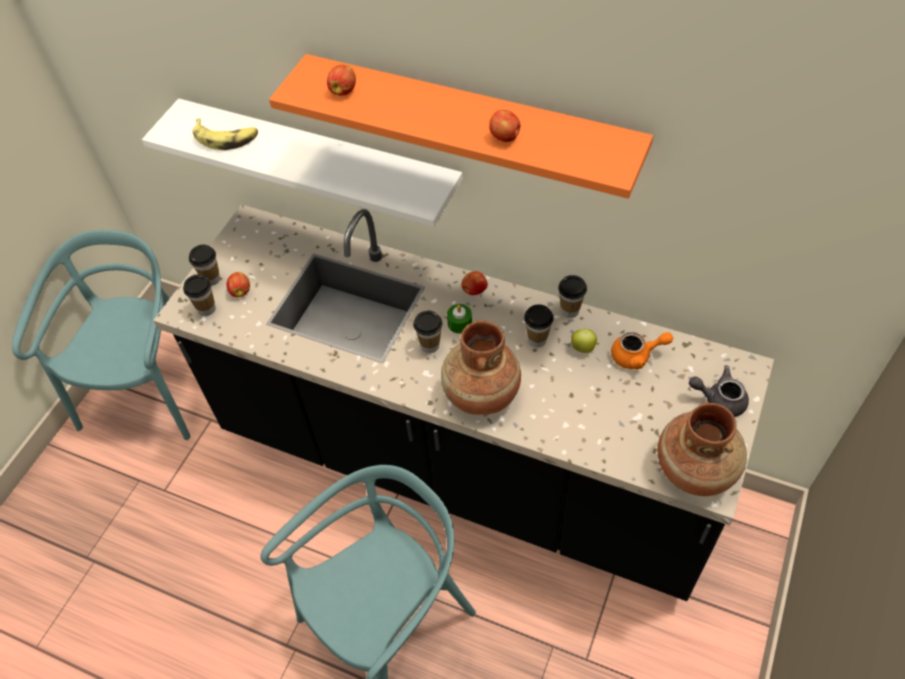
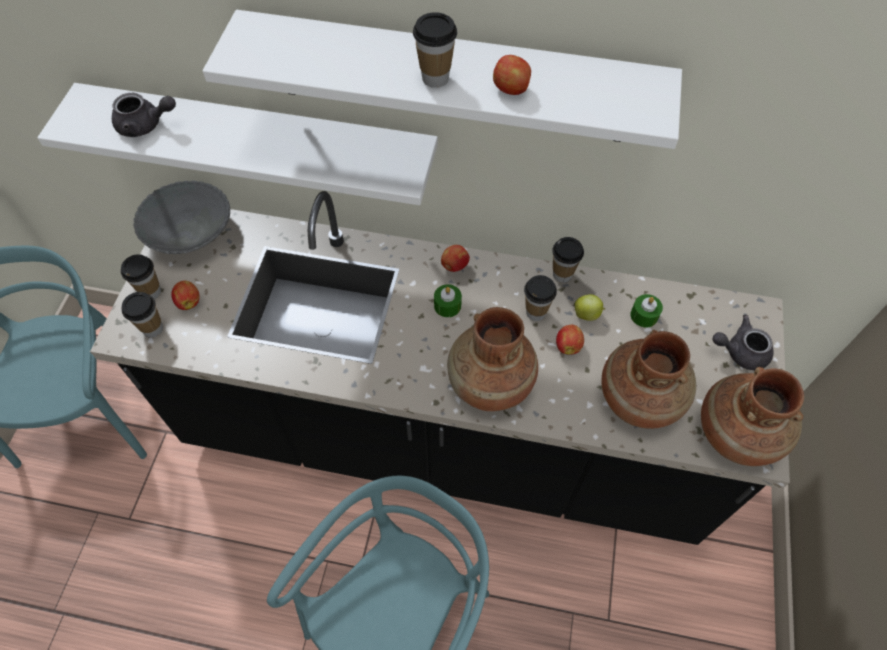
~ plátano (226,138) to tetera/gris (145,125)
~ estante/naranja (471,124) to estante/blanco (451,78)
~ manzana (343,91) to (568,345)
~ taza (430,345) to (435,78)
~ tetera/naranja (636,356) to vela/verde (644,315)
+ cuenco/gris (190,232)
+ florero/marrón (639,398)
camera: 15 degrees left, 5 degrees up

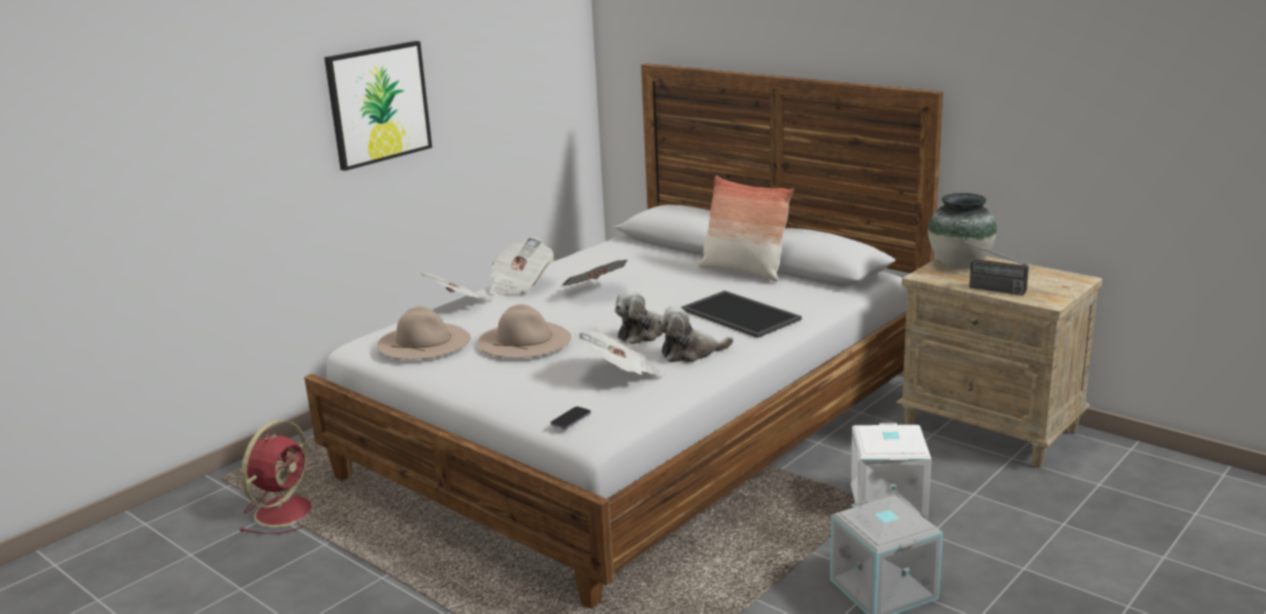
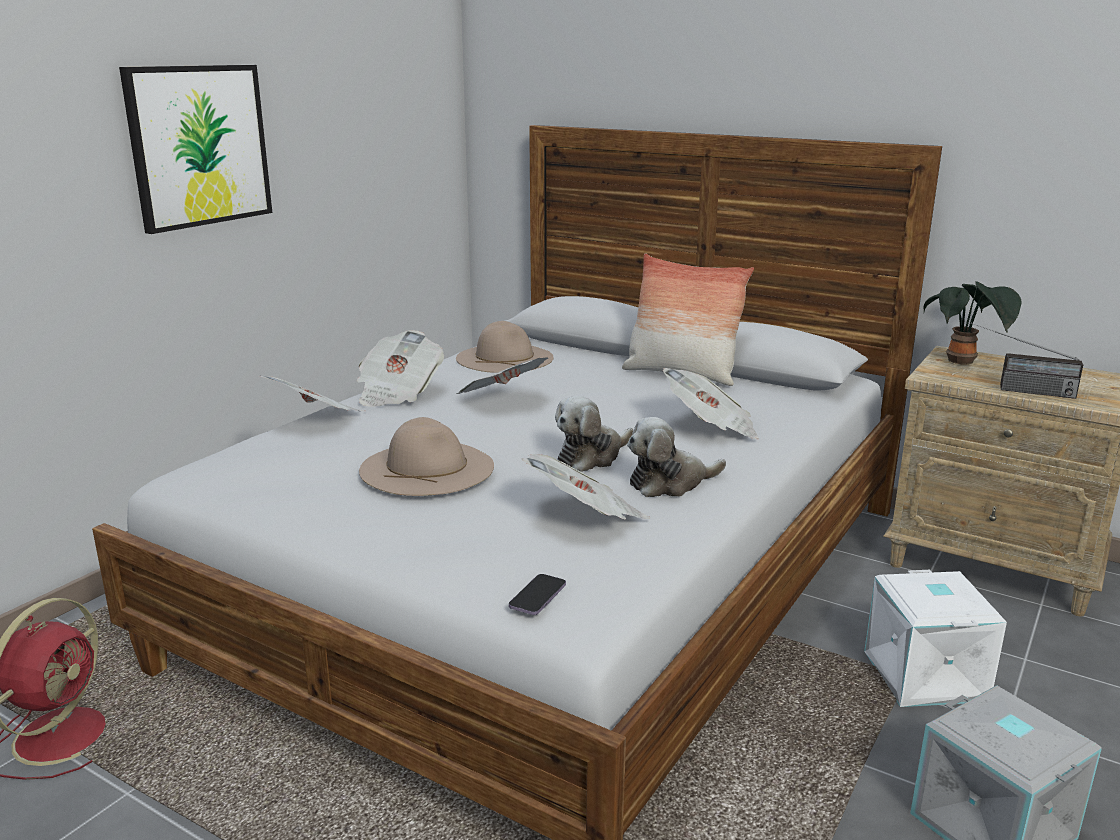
~ sombrero/beis (423,341) to (504,358)
~ bandeja (742,314) to periódico (711,428)
~ florero (959,264) to planta en maceta (963,363)
camera: 10 degrees left, 0 degrees up

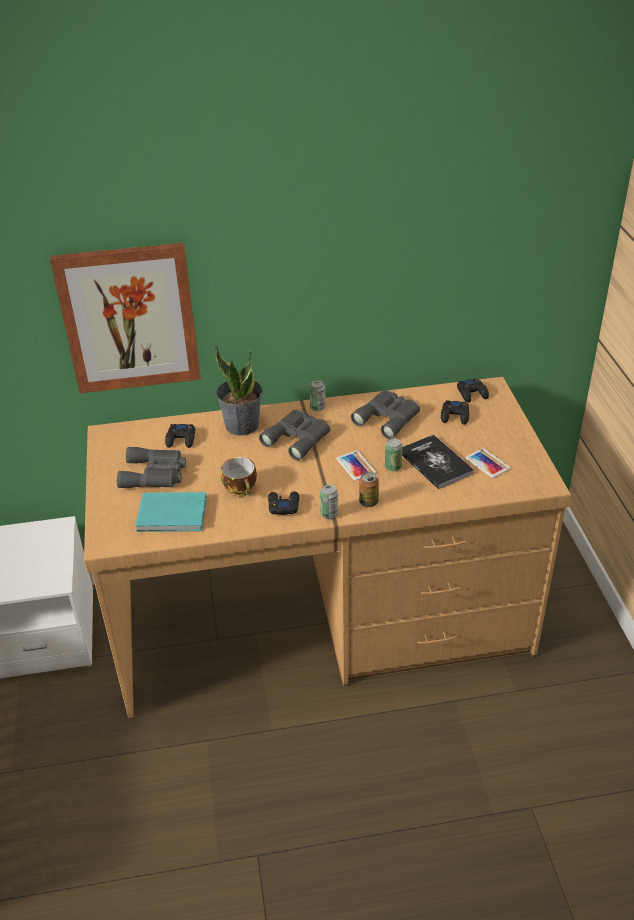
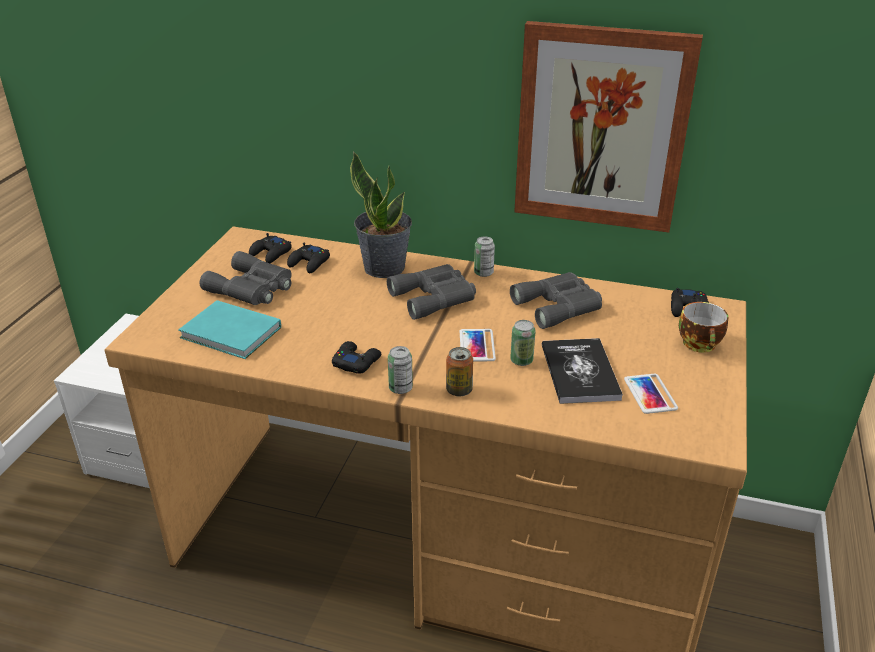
~ cuadro (129,318) to (601,128)
~ taza (241,489) to (701,345)
~ mando de consola/negro (455,416) to (271,254)
camera: 25 degrees right, 5 degrees down

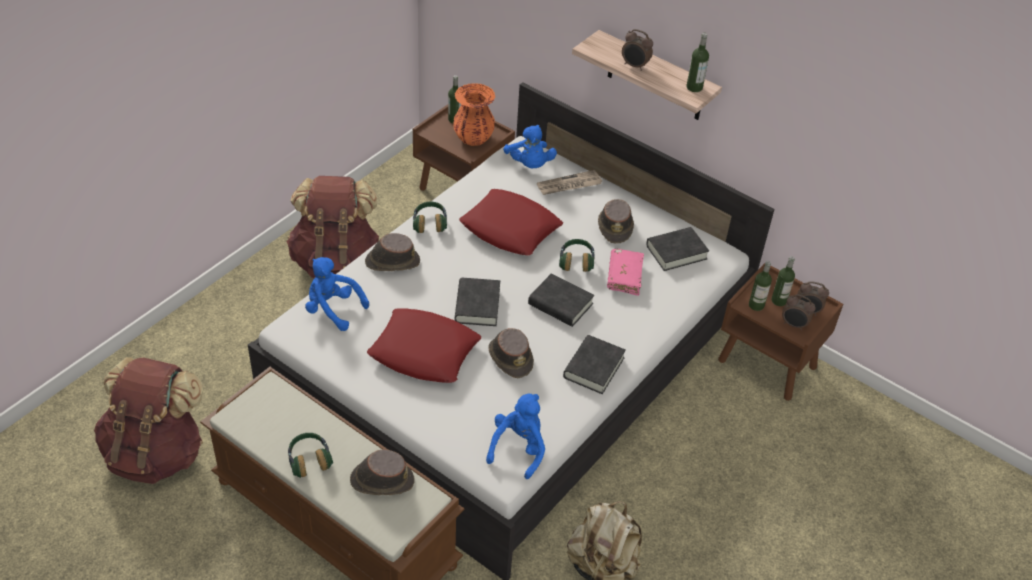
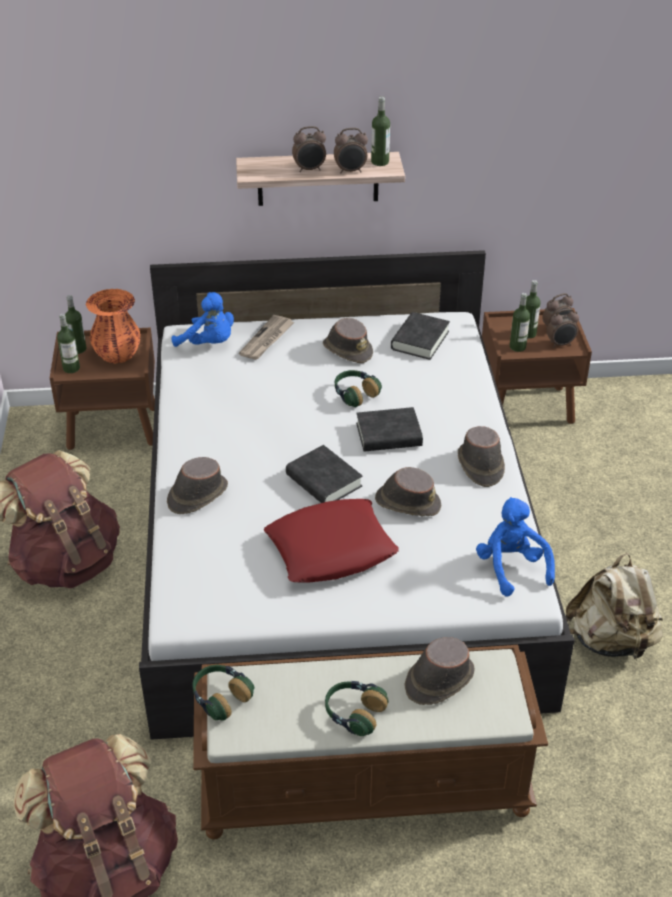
- peluche/azul (333,309)
~ auriculares (430,223) to (220,698)
- cojín/rojo (510,229)
~ libro/negro (593,368) to sombrero/marrón (480,466)
- libro/rosa (624,276)
+ botella (71,368)
+ despertador (350,171)
camera: 40 degrees left, 5 degrees down

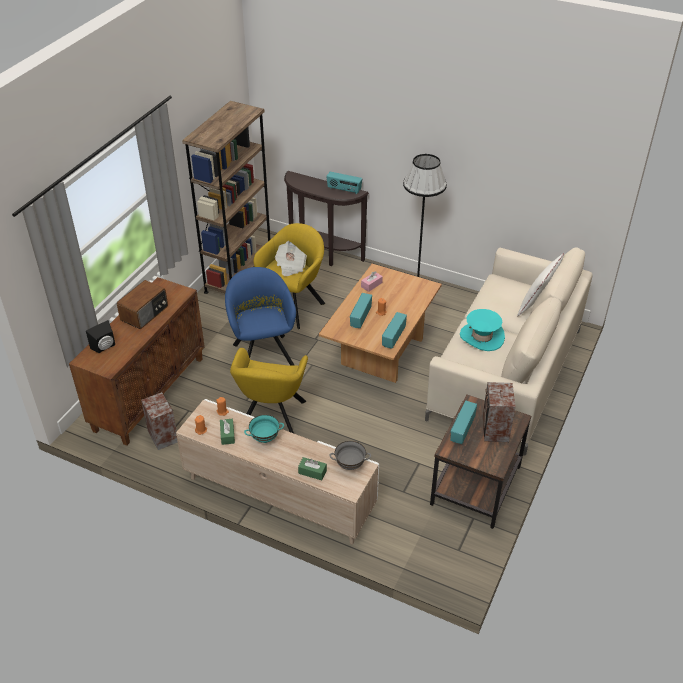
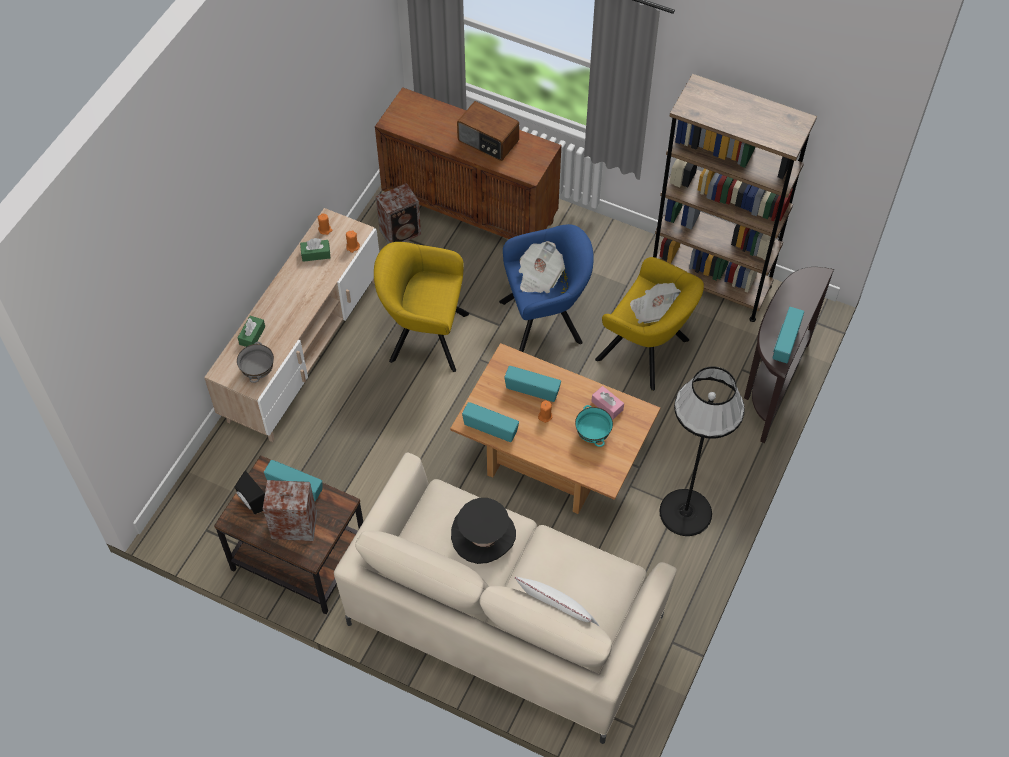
~ altavoz/negro (105,347) to (251,503)
~ cuenco/turquesa (265,438) to (593,435)
~ sombrero/turquesa (481,337) to sombrero/negro (483,535)
+ periódico (539,276)
camera: 90 degrees right, 15 degrees up

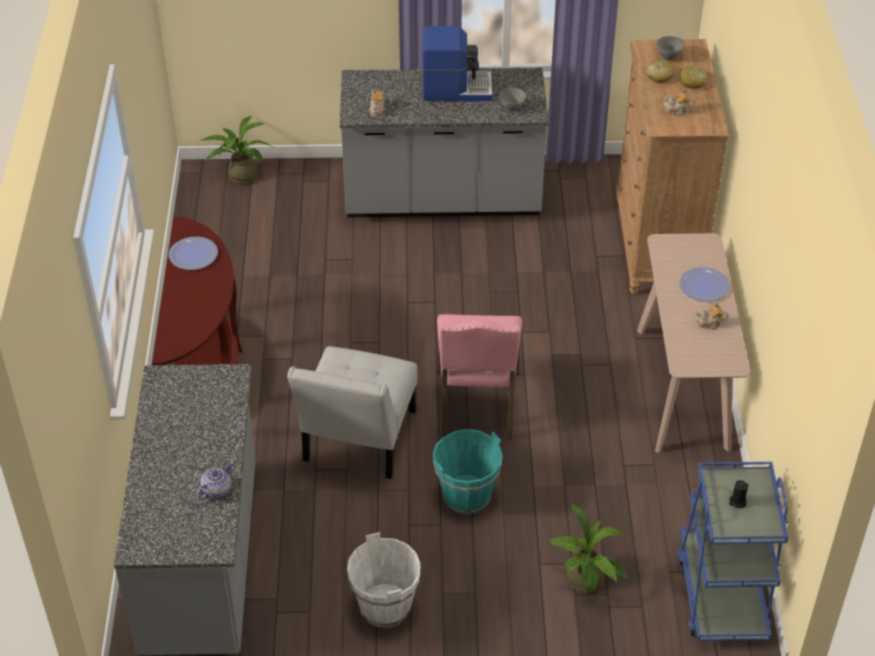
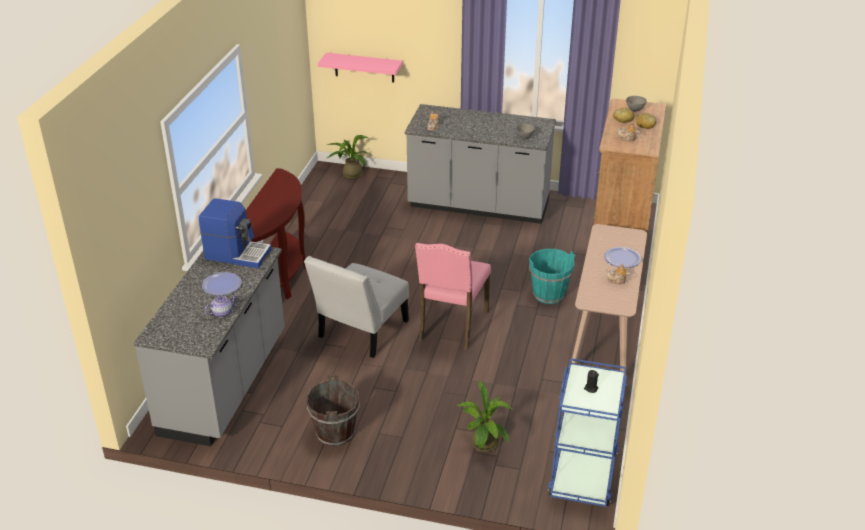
~ plato (193,254) to (221,285)
~ cubo/blanco (385,606) to cubo/marrón (335,433)
~ cafetera (456,88) to (237,254)
~ cubo/turquesa (466,495) to (549,294)
+ estante/rosa (364,67)
camera: 15 degrees right, 10 degrees down

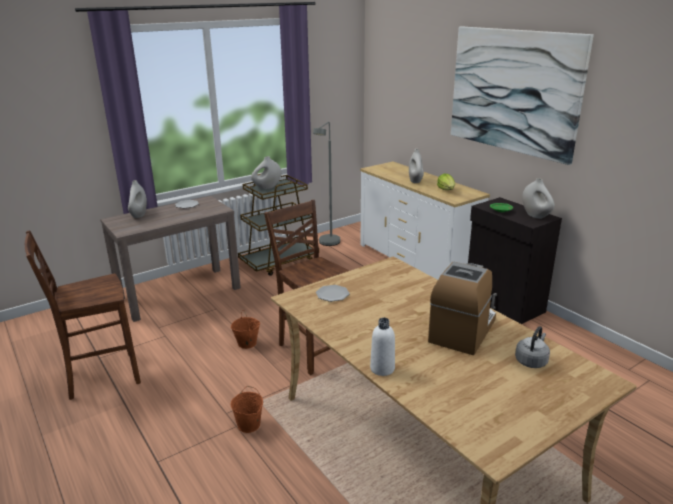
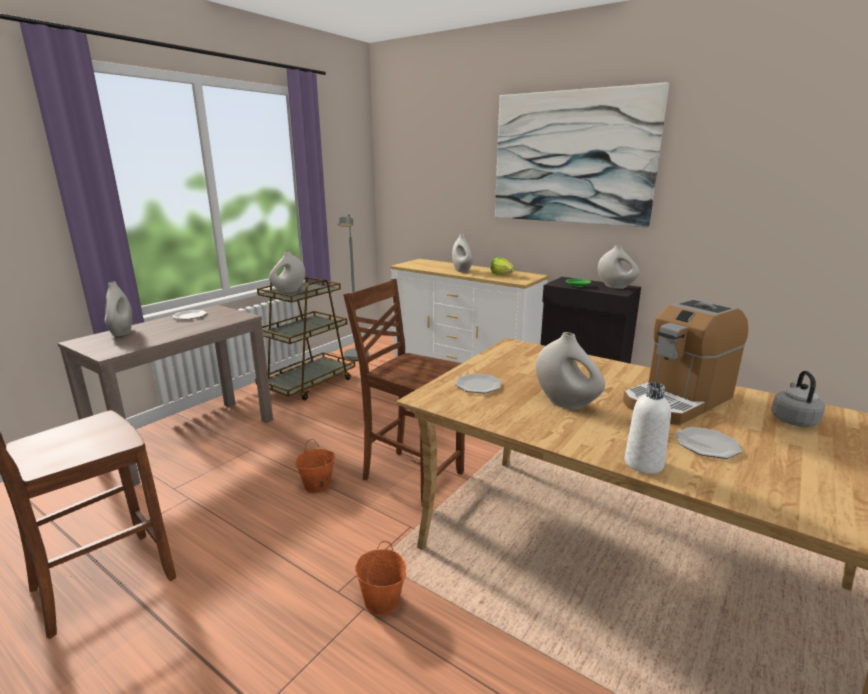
~ cafetera (462,330) = (677,400) 135 degrees counterclockwise
+ florero/blanco (566,403)
+ plato (706,444)
camera: 20 degrees left, 5 degrees down

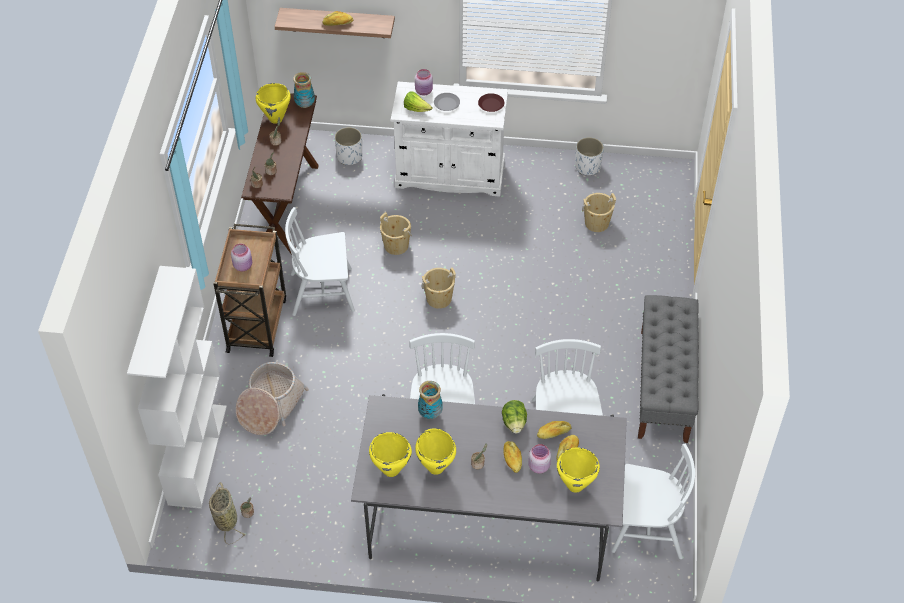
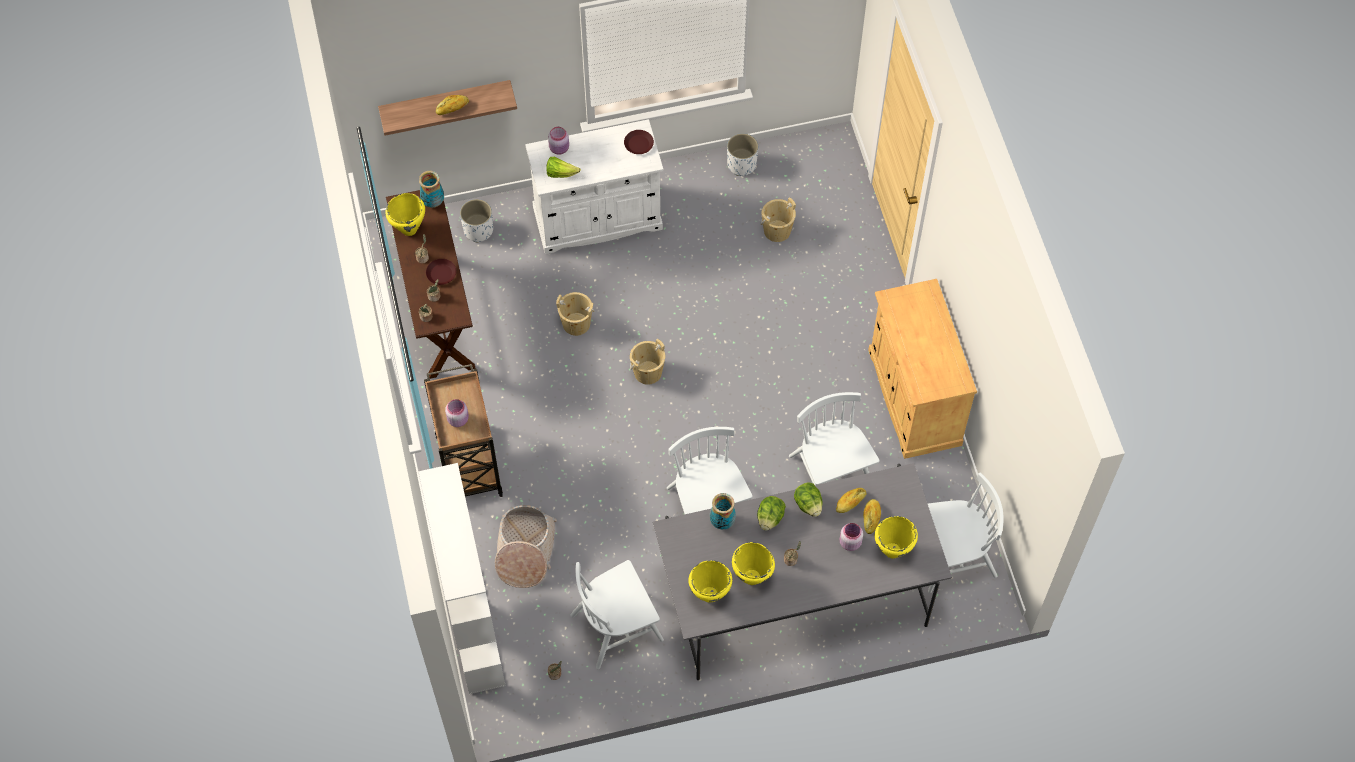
- cesta (226,519)
~ silla/blanco (323,292) to (617,626)
- plato/gris (447,104)
- pan (512,459)
~ banco/gris (664,385) to armario/beis (914,397)
+ plato/marrón (441,274)
+ lechuga (770,518)
camera: 20 degrees left, 10 degrees up

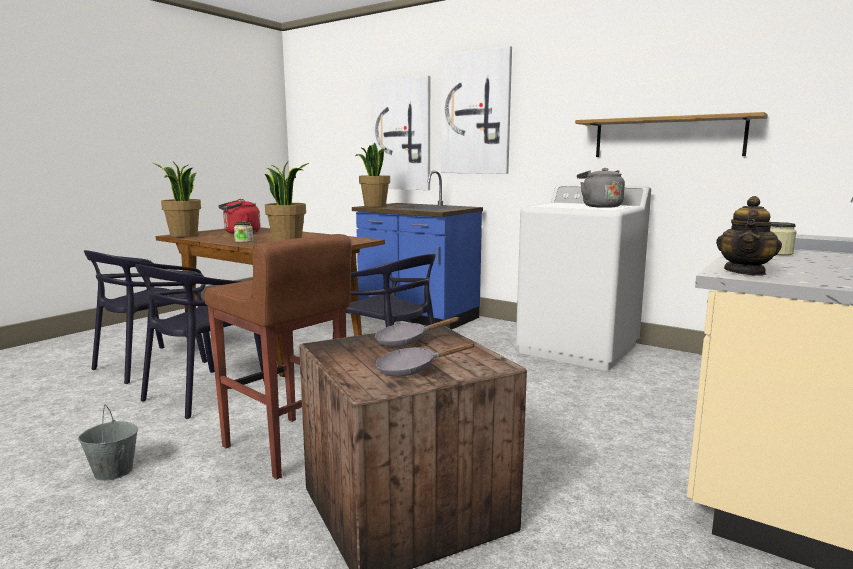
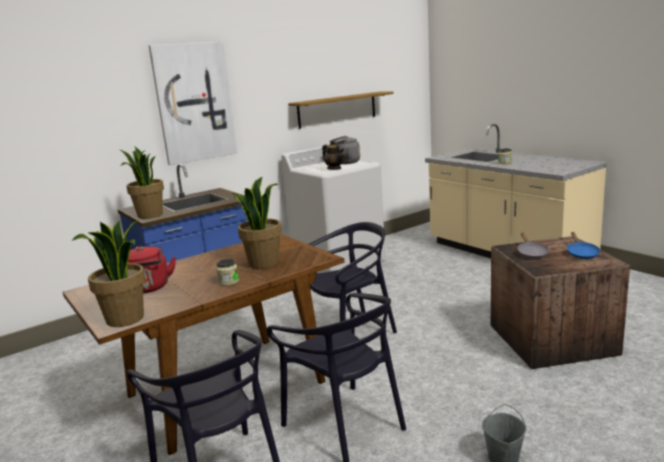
- taburete/marrón (285,447)
- cuadro (402,135)
~ sartén/gris (412,369) to sartén/azul (581,253)
~ tetera (745,272) to (334,169)
camera: 70 degrees left, 5 degrees up

